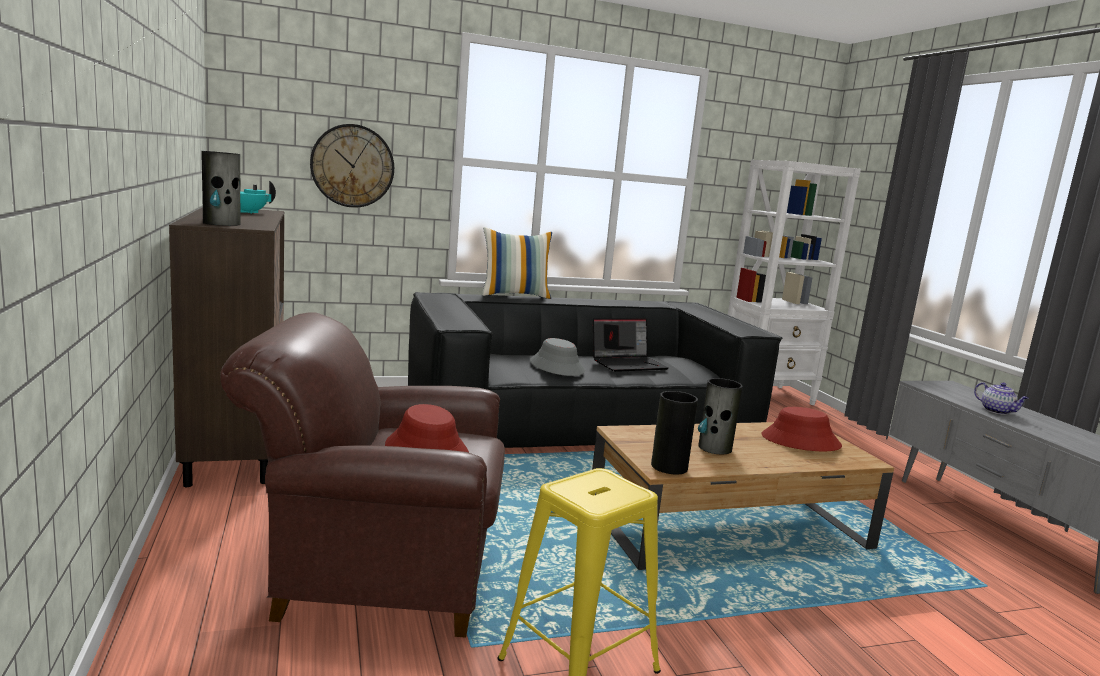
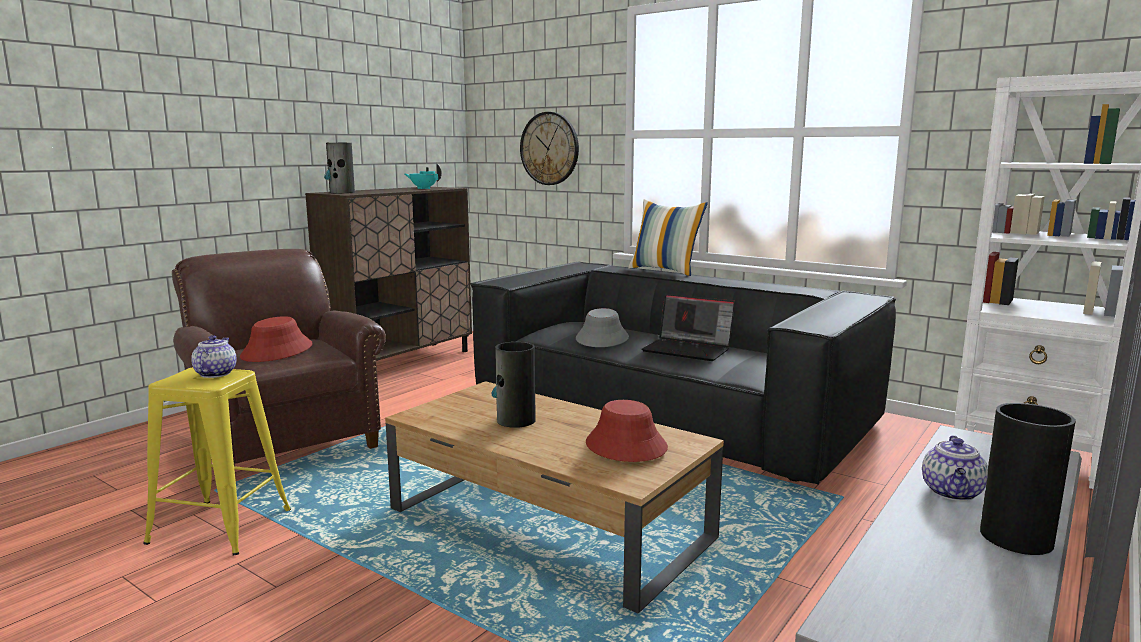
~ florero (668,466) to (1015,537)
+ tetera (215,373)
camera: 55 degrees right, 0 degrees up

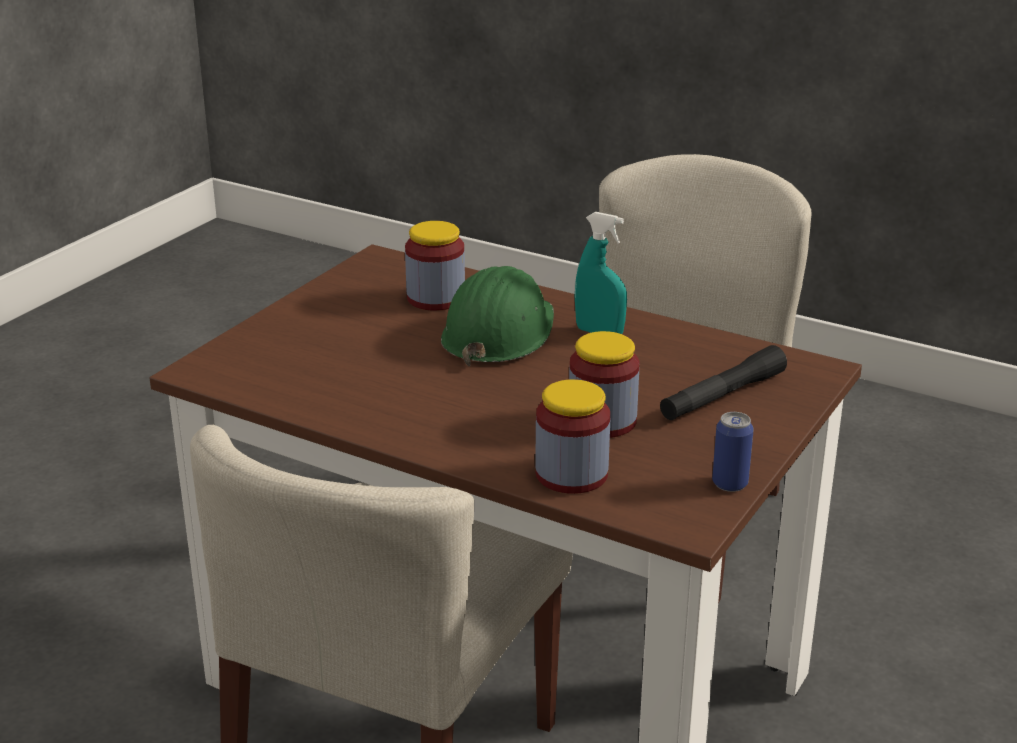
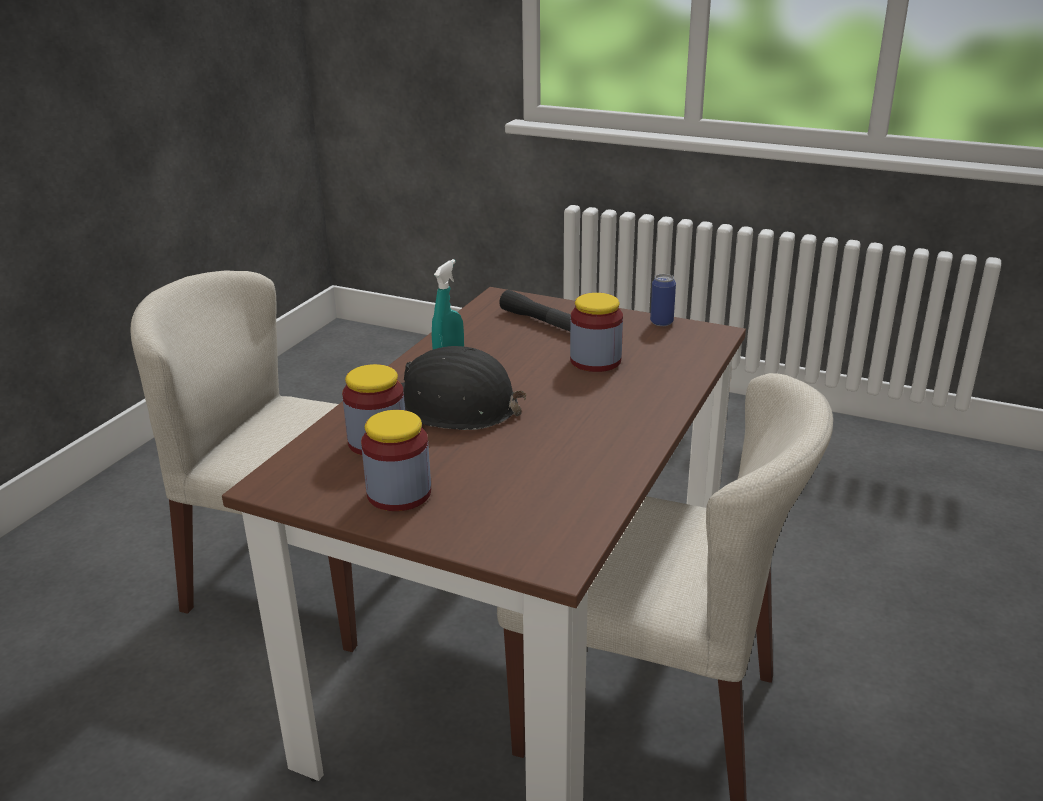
~ casco/verde (498,333) to casco/negro (453,407)
~ tarro (571,474) to (399,493)
camera: 95 degrees left, 0 degrees up

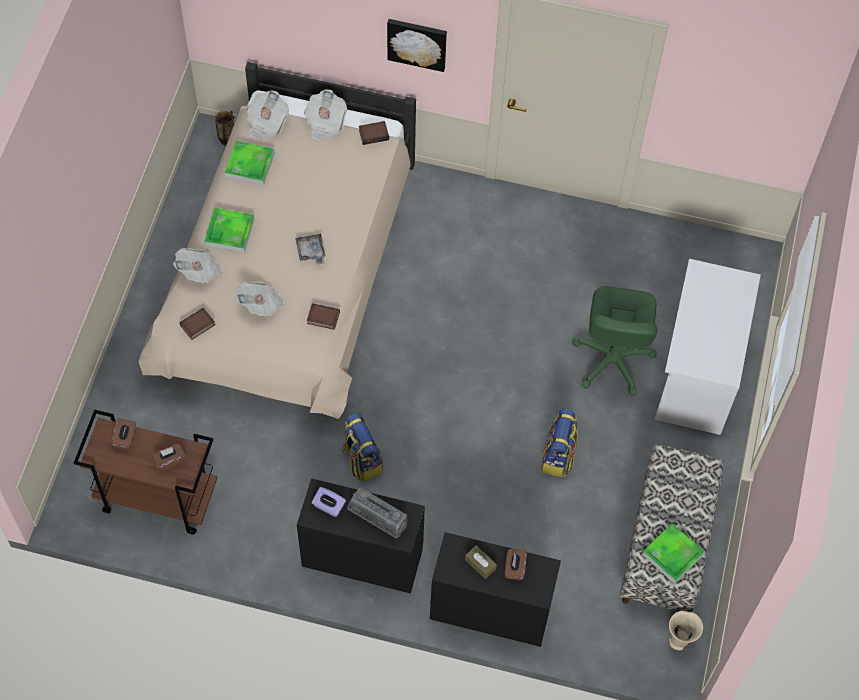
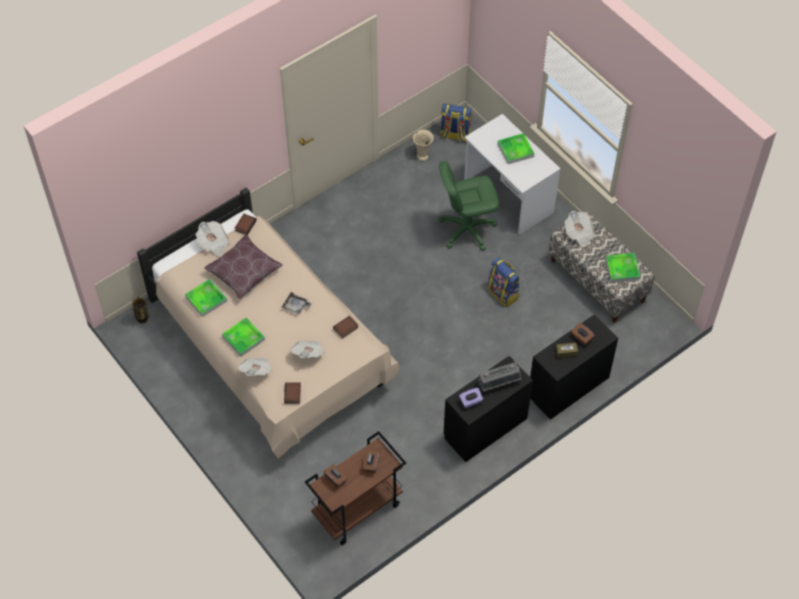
~ periódico (266,123) to (579,234)
~ mochila (361,460) to (454,135)
- cuadro (417,43)
~ silla de oficina/verde (612,360) = (467,229) 120 degrees clockwise
~ florero/beis (679,641) to (422,155)
+ cojín/marrón (244,272)
+ bandeja (515,150)
camera: 50 degrees left, 5 degrees down

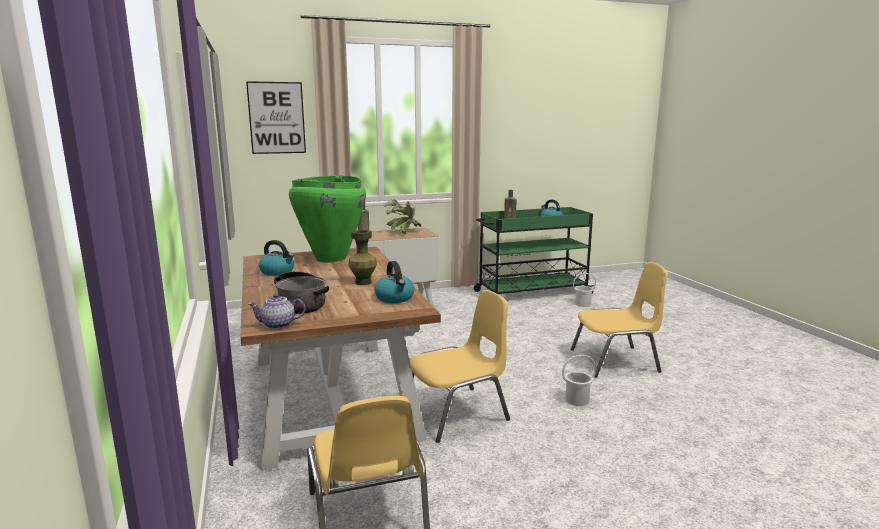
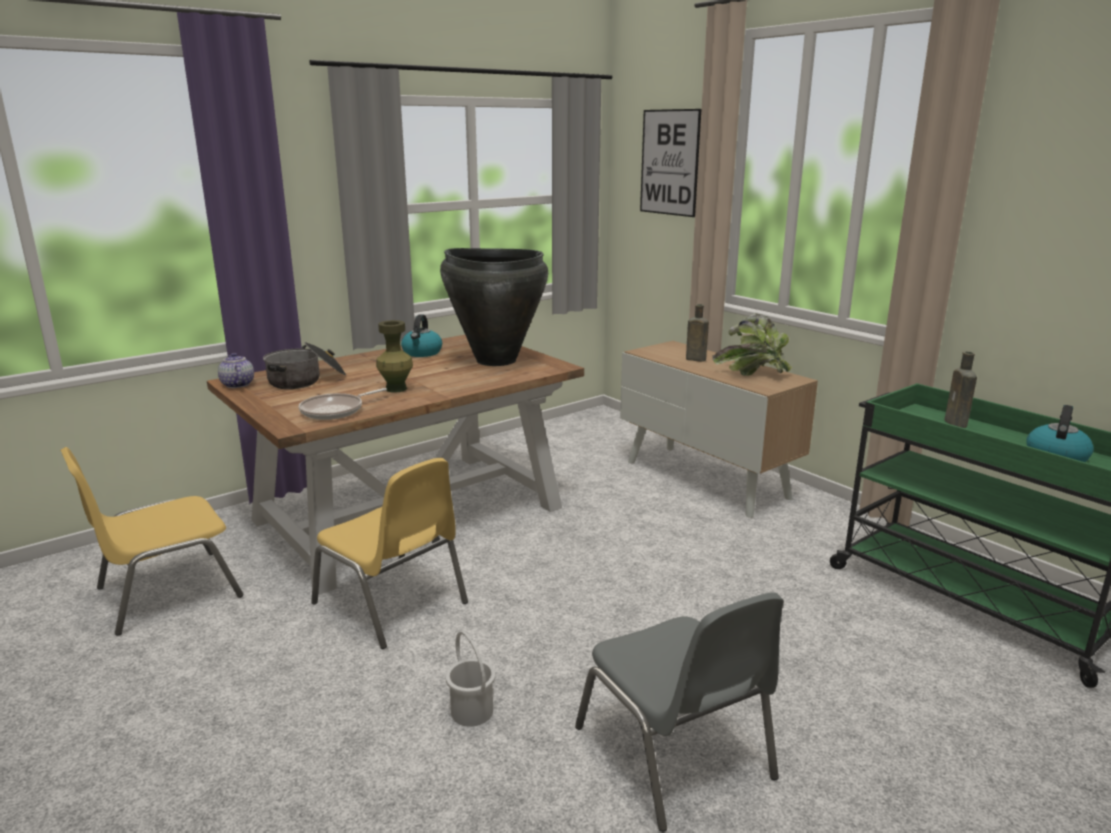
~ florero/verde (331,258) to florero/negro (496,360)
~ hervidor (395,298) to sartén (335,411)
~ silla/amarillo (616,361) to silla/gris (676,754)
- cubo/blanco (582,304)
camera: 70 degrees right, 5 degrees up

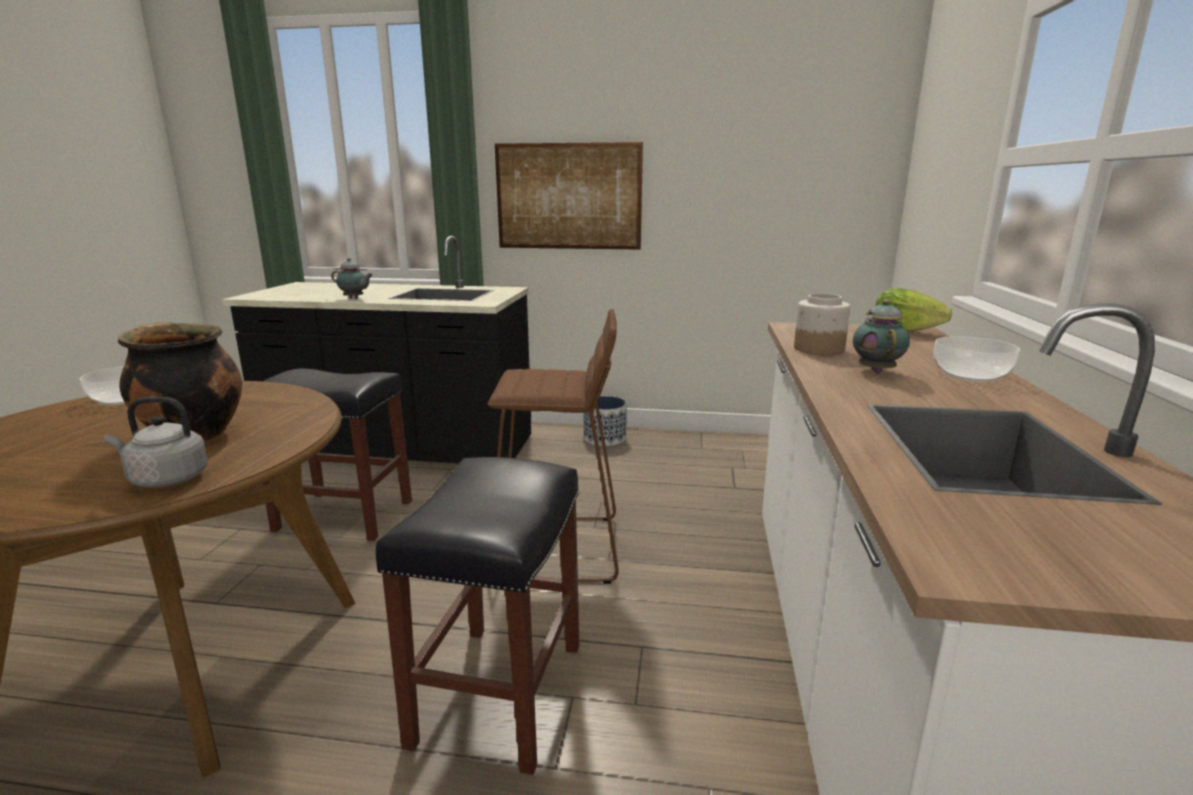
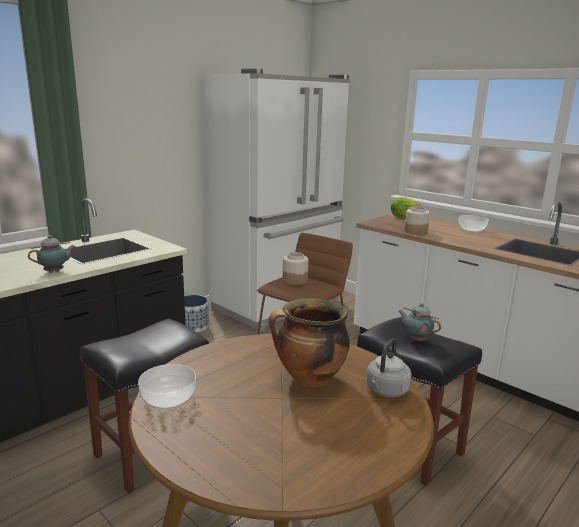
- cuadro (568,196)
~ tetera (876,370) to (416,339)
+ nevera/blanco (278,304)
+ tarro (294,280)
camera: 55 degrees left, 0 degrees up

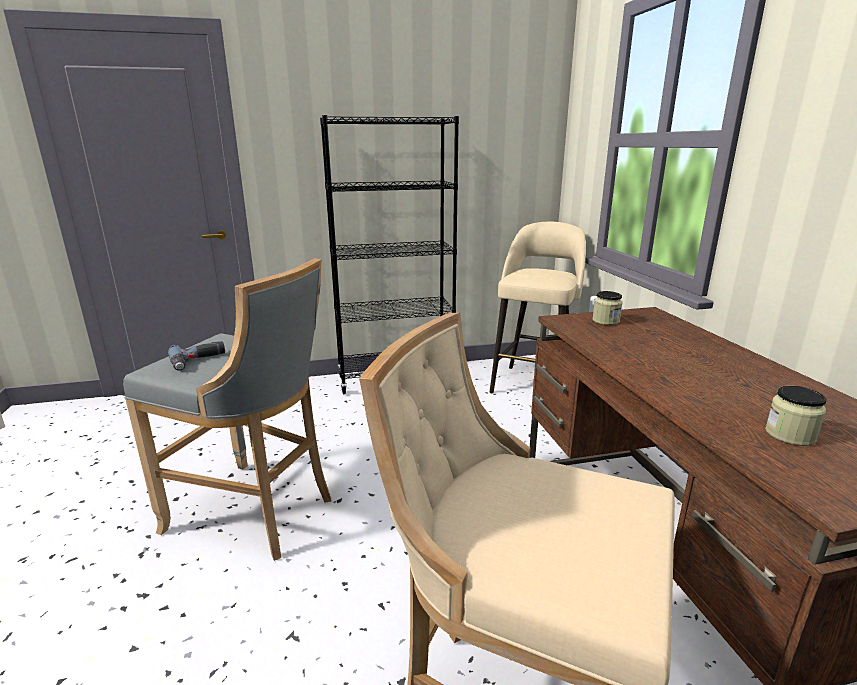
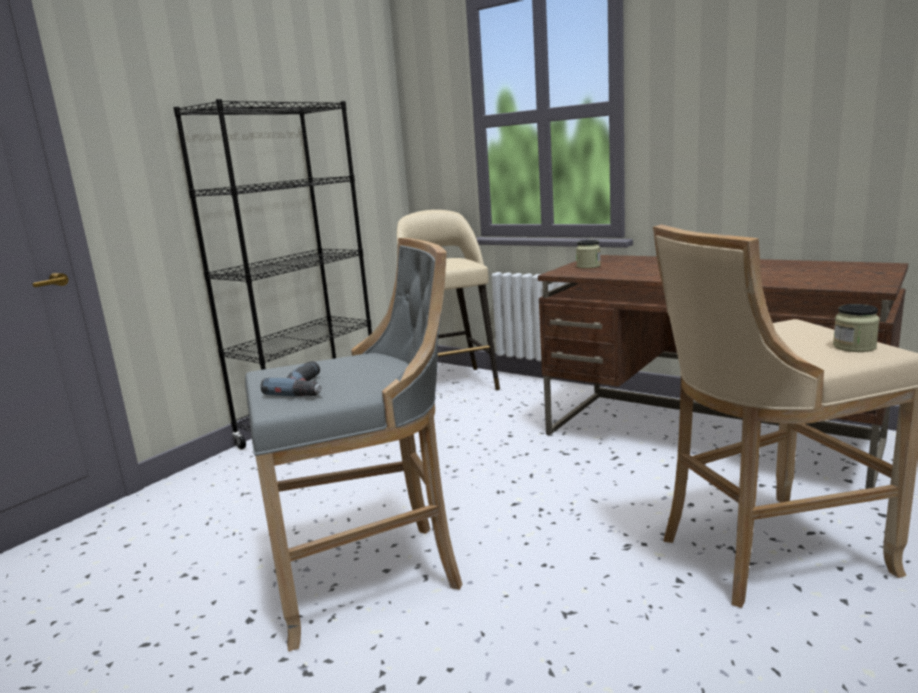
~ tarro (790,435) to (854,347)
camera: 40 degrees left, 5 degrees down

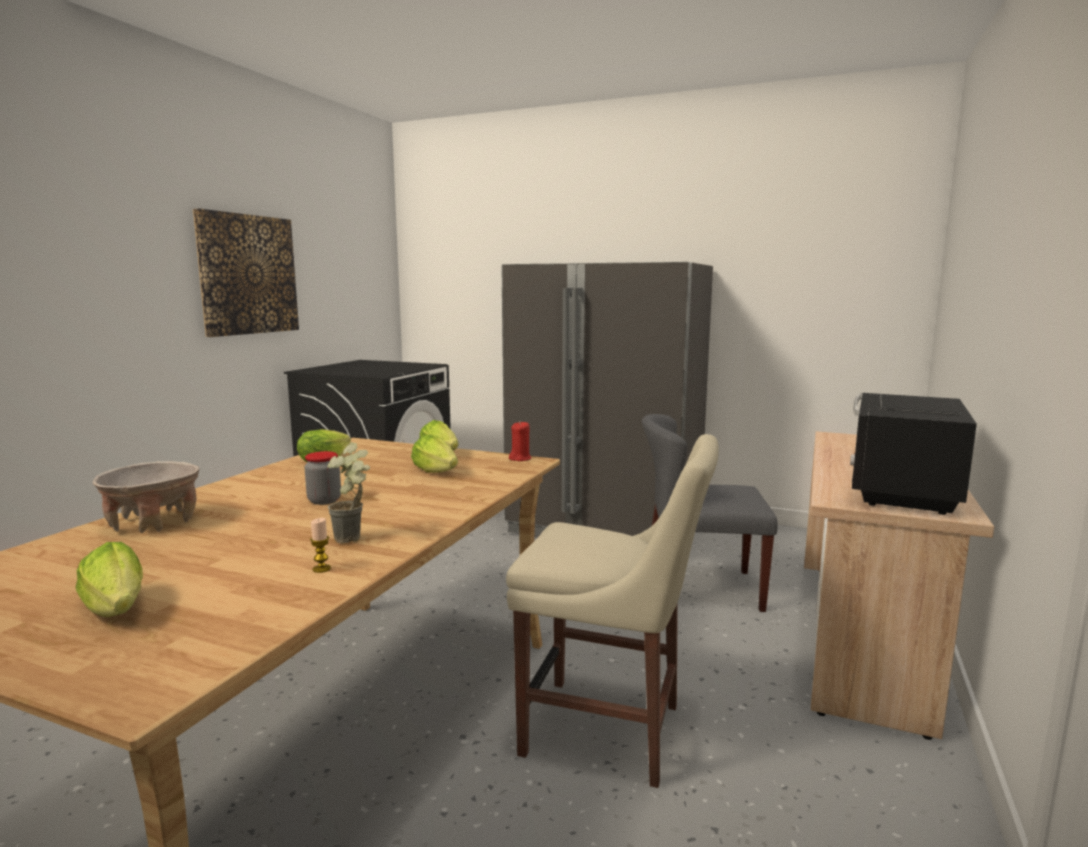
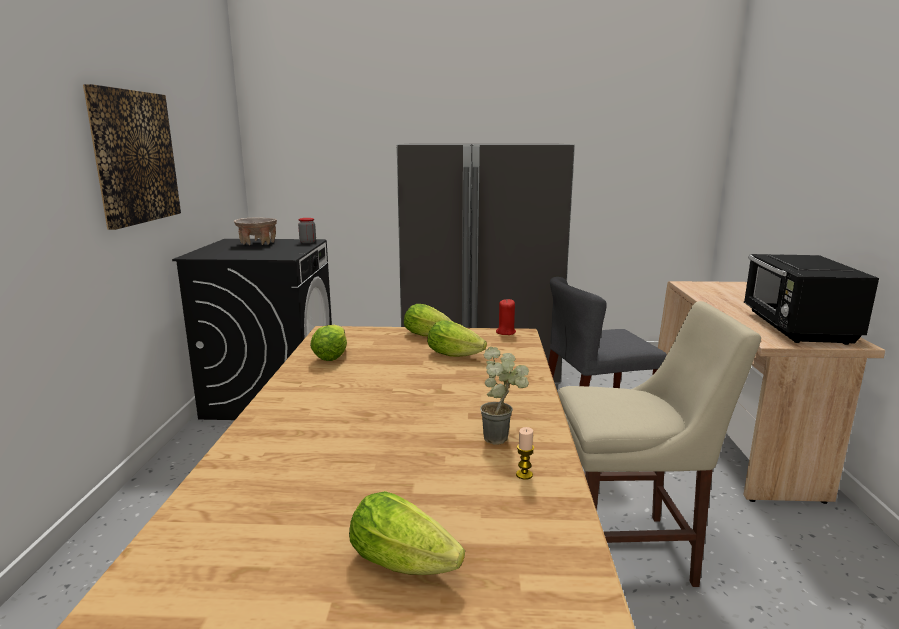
~ cuenco/beis (153,523) to (257,243)
~ tarro (324,500) to (308,242)
camera: 20 degrees left, 5 degrees up

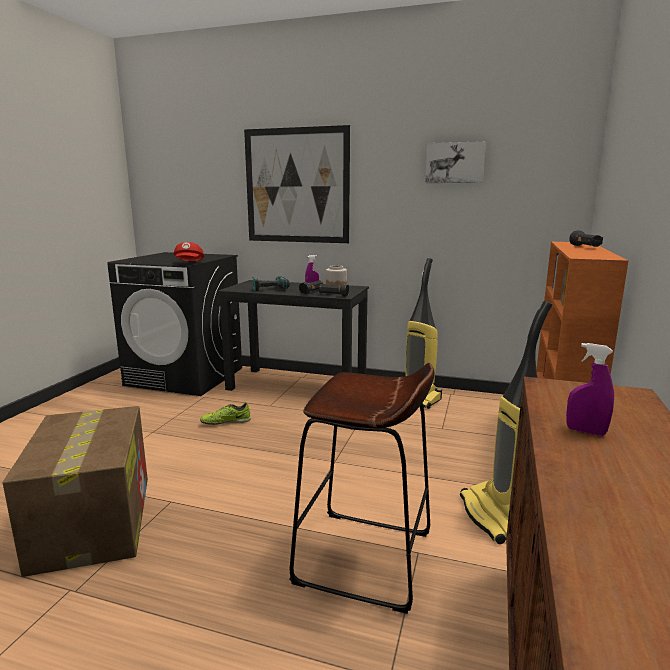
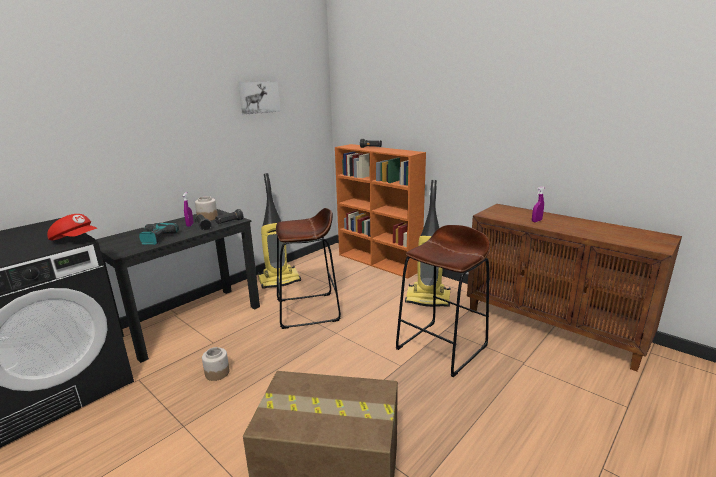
~ zapato (226,422) to tarro (217,373)
- cuadro (297,186)
+ taburete/marrón (308,310)
camera: 65 degrees left, 5 degrees up

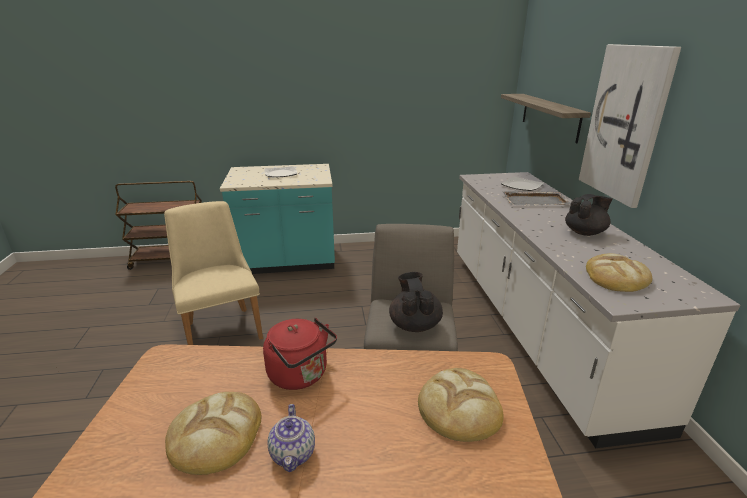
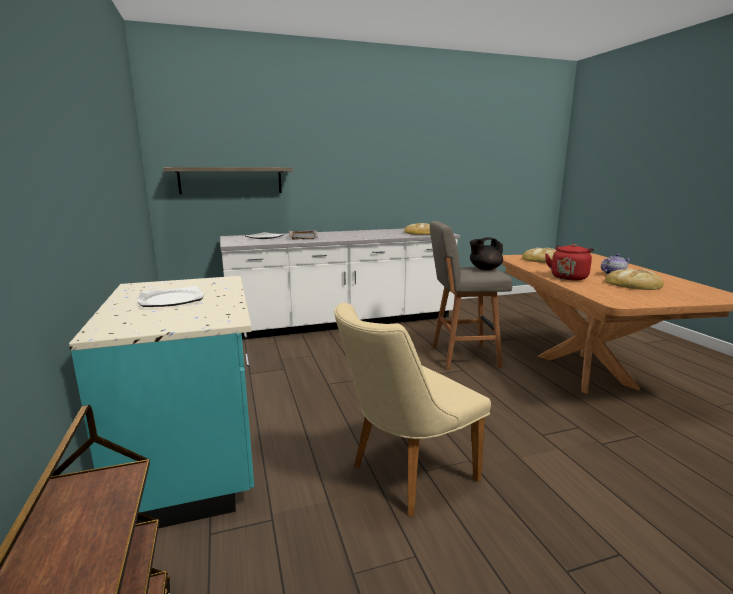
- tetera/negro (585,232)
- cuadro (625,124)
camera: 100 degrees left, 10 degrees down

